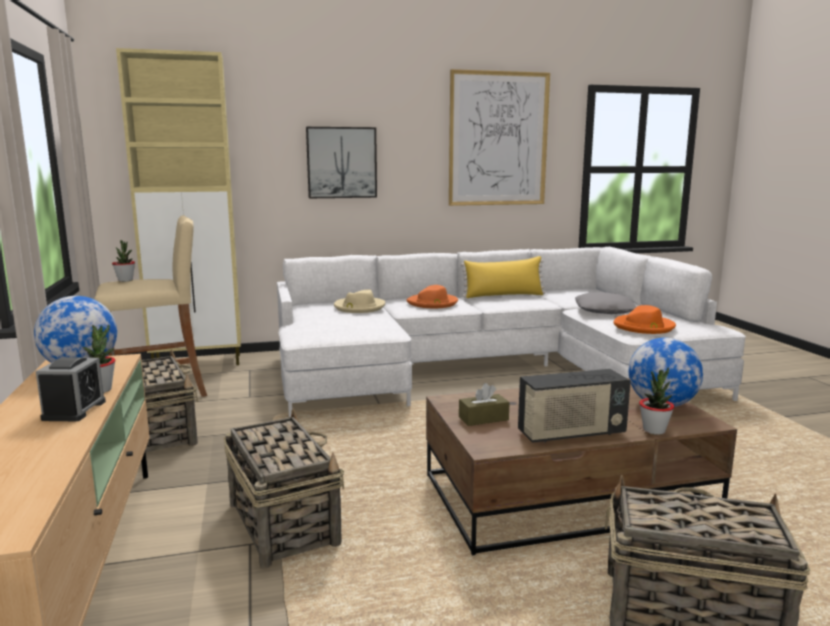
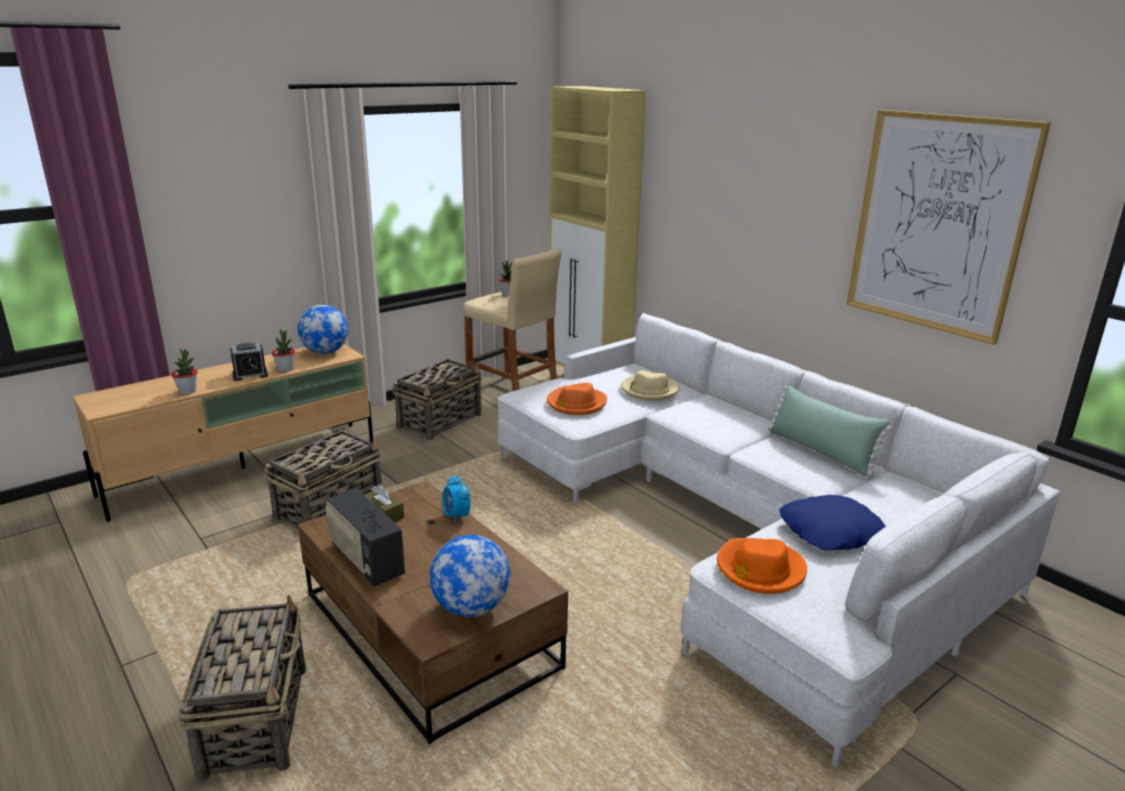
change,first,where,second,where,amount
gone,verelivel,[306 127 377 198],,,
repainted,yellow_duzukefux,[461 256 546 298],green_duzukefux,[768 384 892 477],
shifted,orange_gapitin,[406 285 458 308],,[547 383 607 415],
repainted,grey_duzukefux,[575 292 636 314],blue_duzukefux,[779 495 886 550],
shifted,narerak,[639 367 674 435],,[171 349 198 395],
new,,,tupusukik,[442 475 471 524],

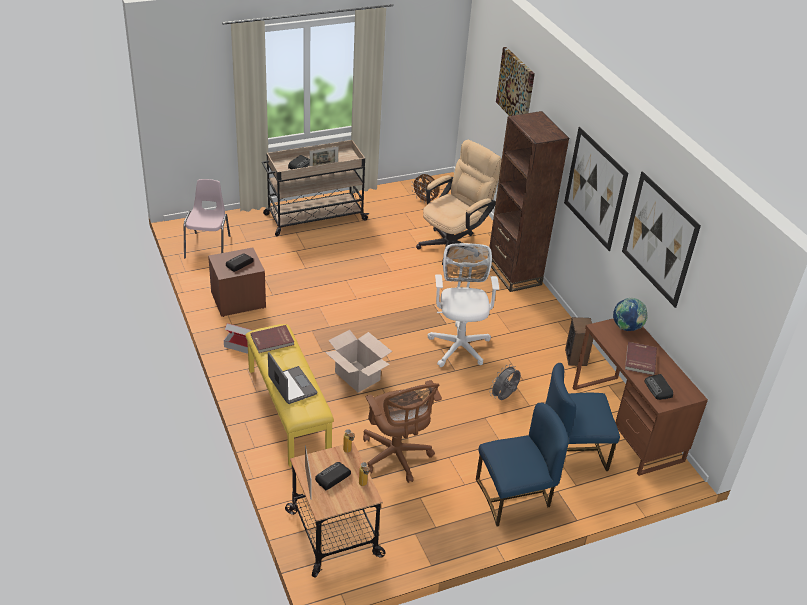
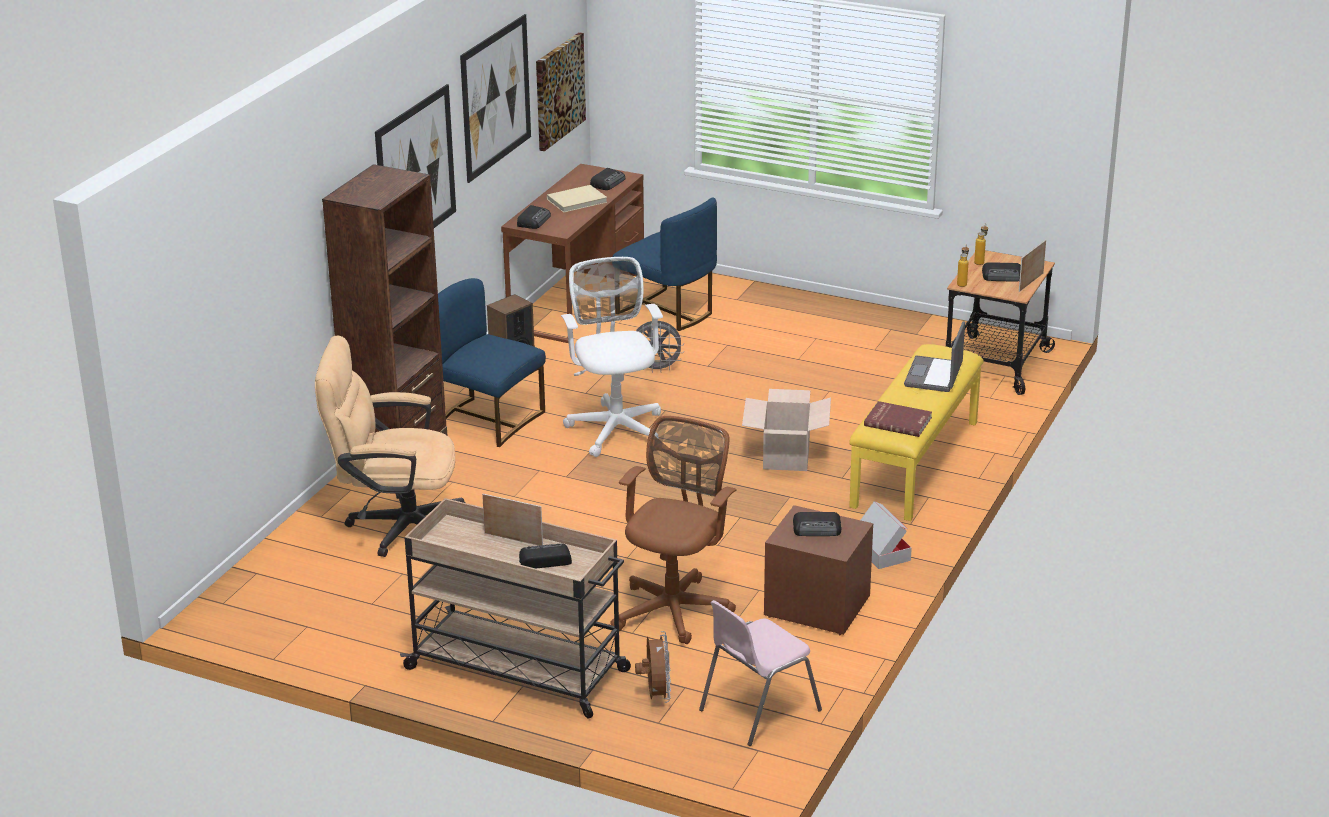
change,first,where,second,where,amount
shifted,verelivel,[496 47 535 116],,[536 32 586 151],
shifted,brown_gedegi,[411 174 439 202],,[635 631 671 703],
rotated,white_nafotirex,[428 243 499 367],,[561 257 663 457],120 degrees clockwise
swapped,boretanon,[613 298 648 331],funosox,[517 205 551 229],
repainted,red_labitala,[625 342 657 375],beige_labitala,[547 185 607 212],
shifted,brown_nafotirex,[363 380 442 483],,[610 416 737 644],
shifted,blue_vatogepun,[476 403 569 526],,[438 278 546 447],

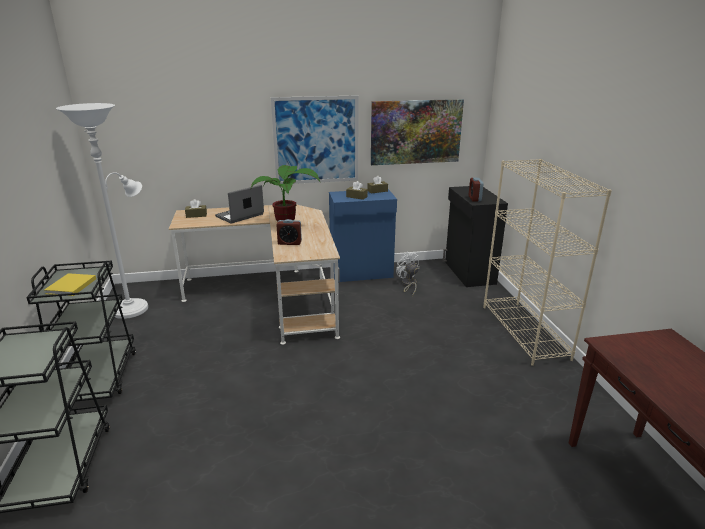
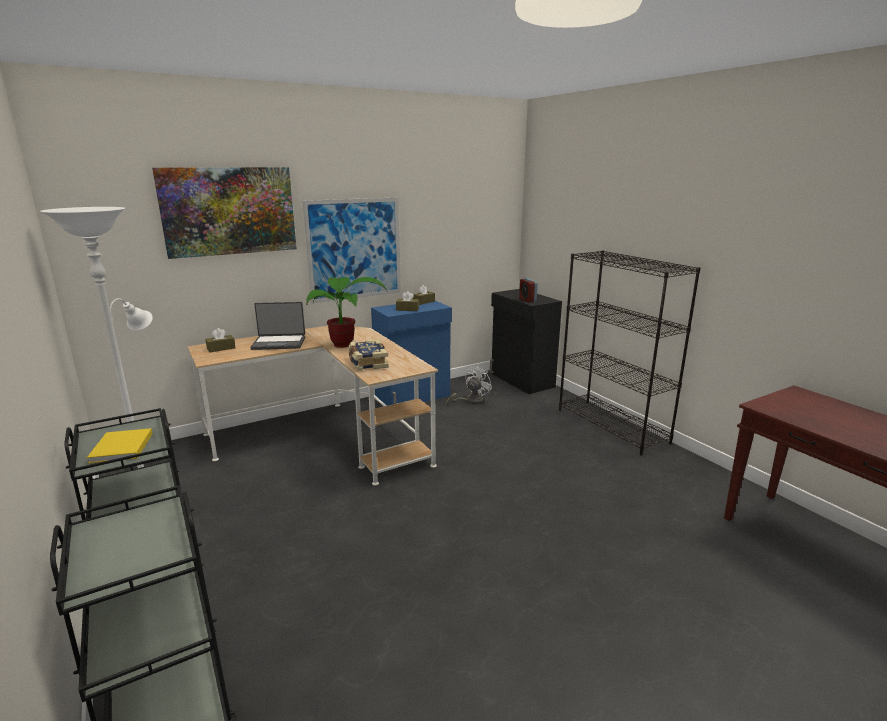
change,first,where,second,where,amount
shifted,verelivel,[371 99 464 165],,[152 167 297 259],
repainted,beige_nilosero,[483 159 612 366],black_nilosero,[559 250 701 455],
rotated,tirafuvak,[215 185 264 223],,[250 302 305 350],120 degrees counterclockwise
swapped,tupusukik,[276 219 302 245],labitala,[349 339 389 371],
rotated,white_gedegi,[396 252 419 297],,[446 365 492 405],90 degrees clockwise

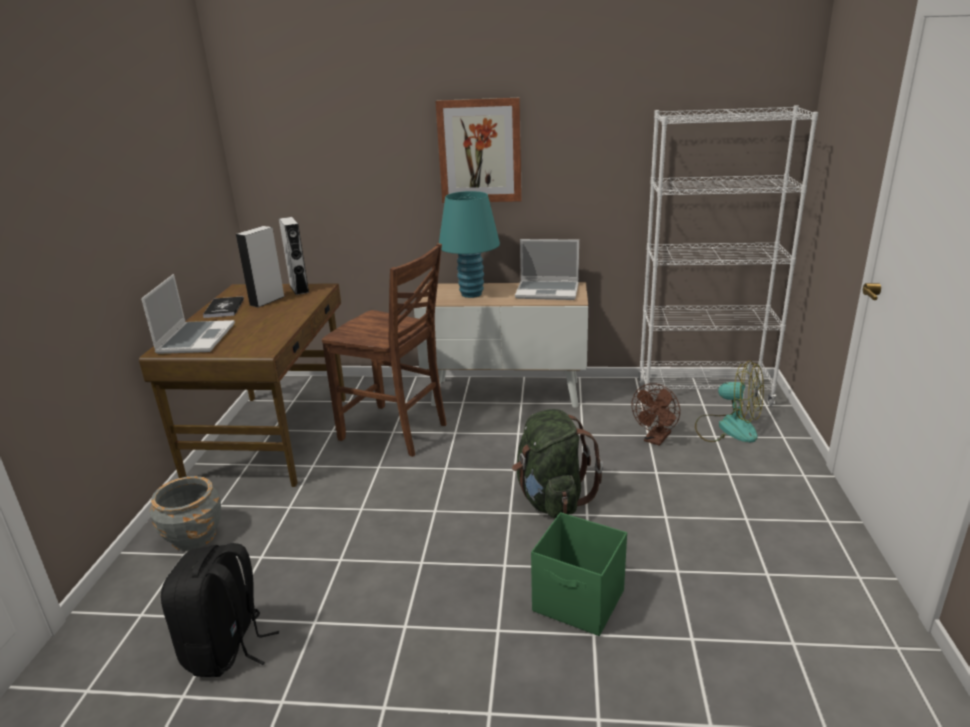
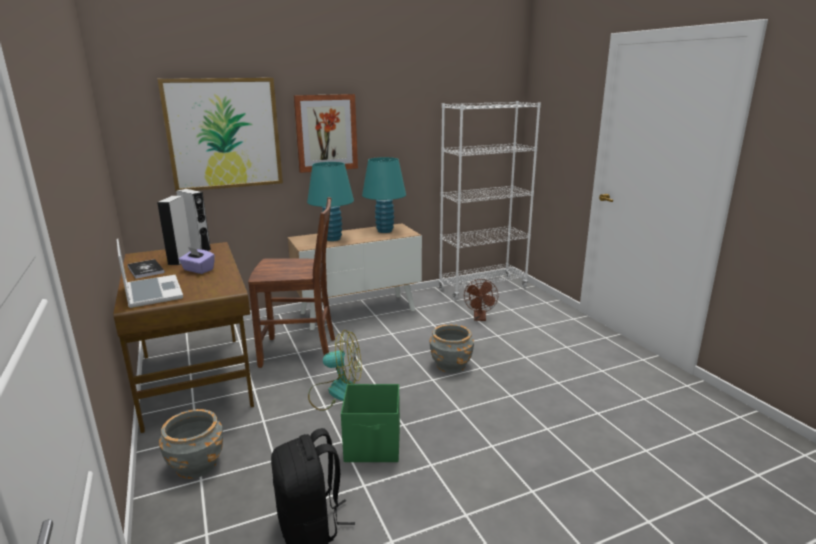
change,first,where,second,where,amount
swapped,tirafuvak,[515 239 579 300],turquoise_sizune,[362 157 406 233],
shifted,gedegi,[695 361 764 442],,[308 330 361 411],
swapped,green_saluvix,[512 409 603 518],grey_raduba,[429 324 474 373],
shifted,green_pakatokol,[531 512 627 636],,[341 384 400 462],
new,,,verelivel,[158 78 283 192],
new,,,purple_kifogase,[179 247 215 274],

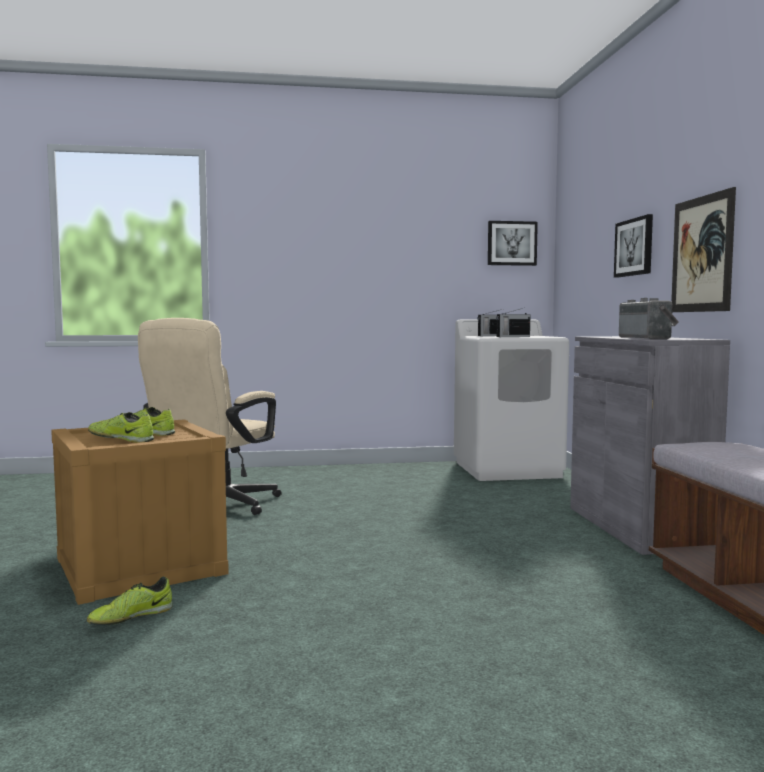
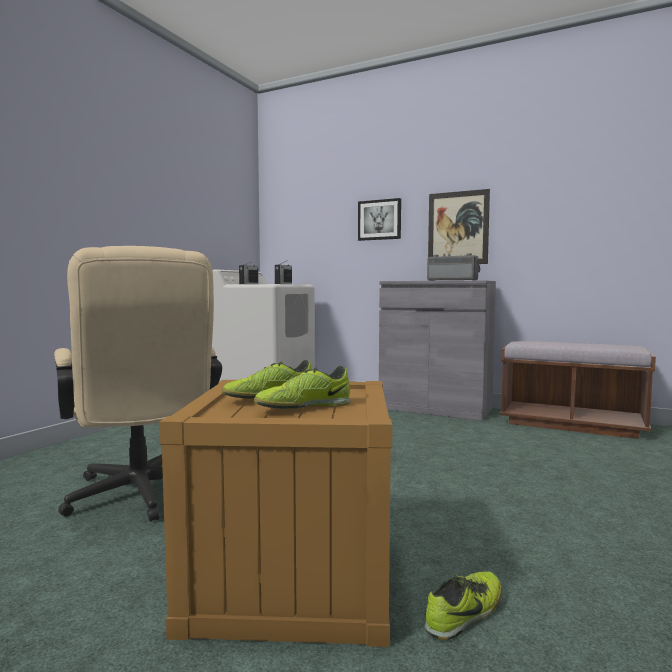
change,first,where,second,where,amount
gone,verelivel,[488 221 538 266],,,
rotated,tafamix,[87 576 173 626],,[425 572 501 640],120 degrees counterclockwise

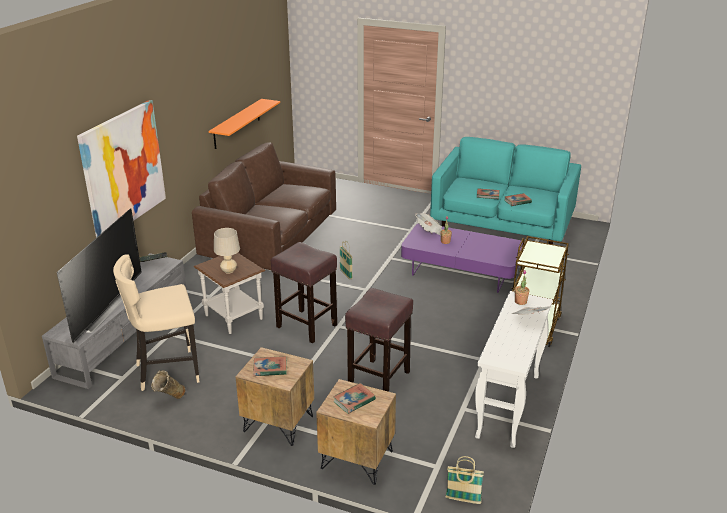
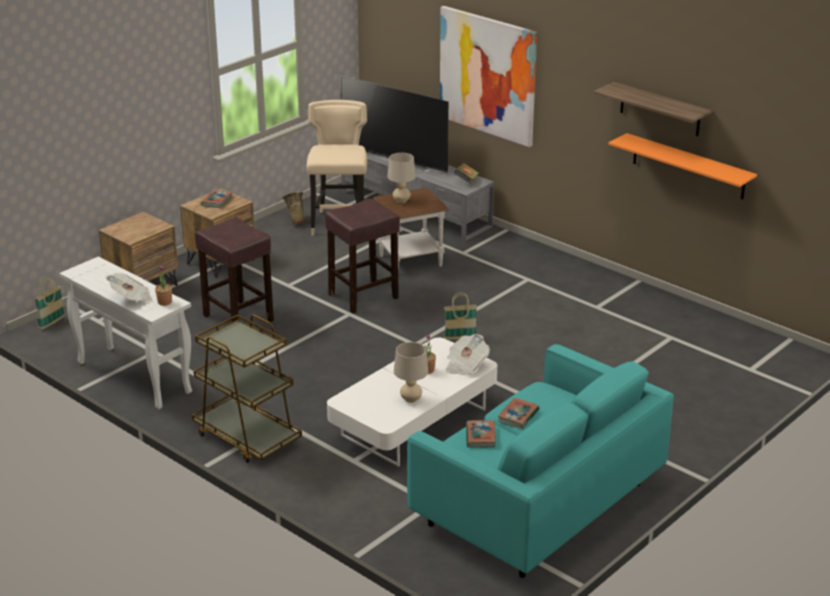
change,first,where,second,where,amount
gone,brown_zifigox,[192 142 336 270],,,
repainted,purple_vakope,[401 223 523 293],white_vakope,[327 337 497 467],
gone,labitala,[333 383 376 414],,,
new,,,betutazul,[594 82 712 136],
new,,,beige_sizune,[394 342 429 403],

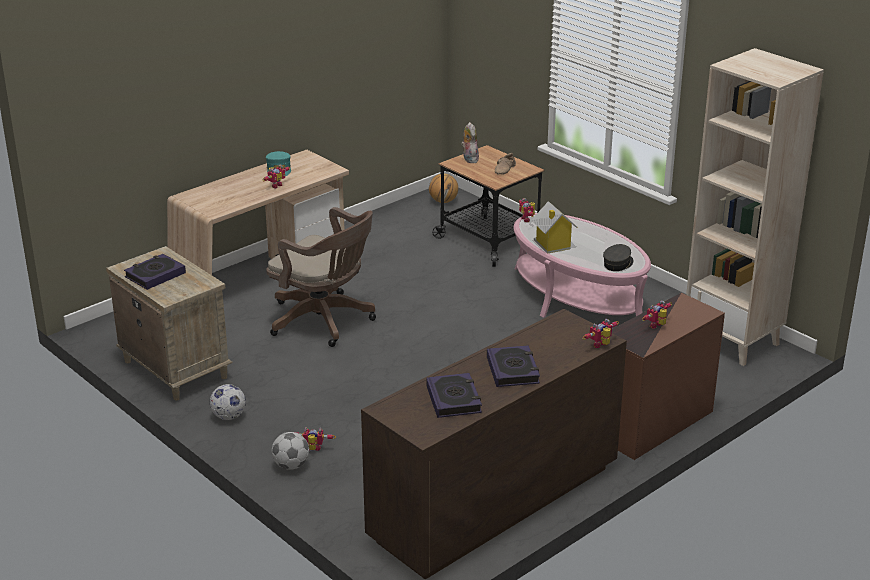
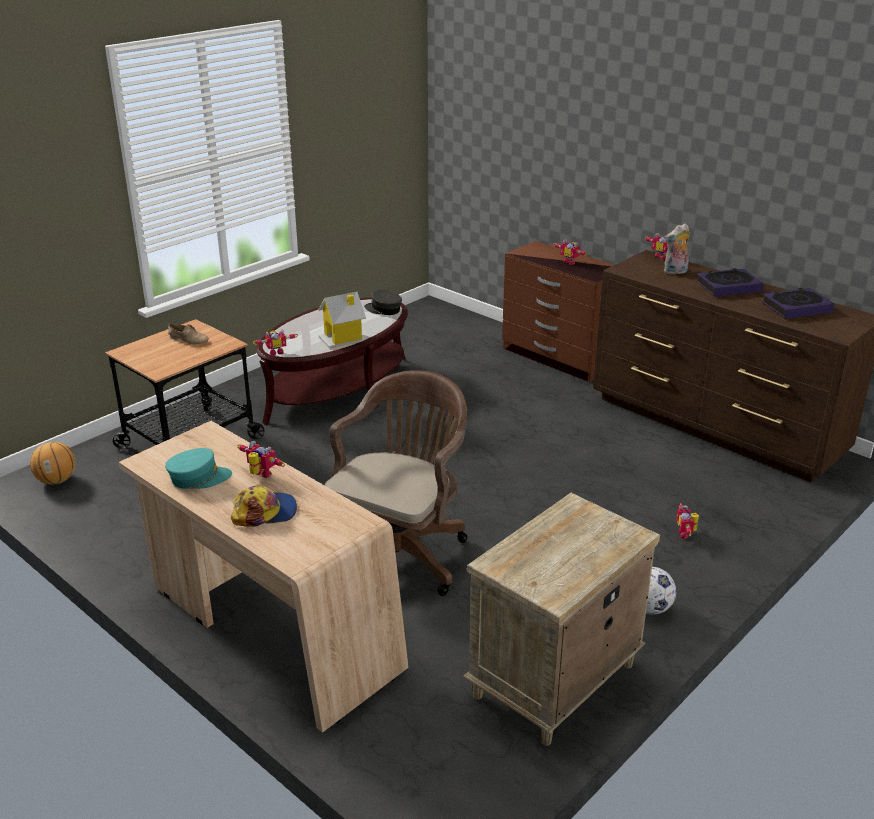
change,first,where,second,where,amount
gone,beige_nilosero,[686 48 824 366],,,
shifted,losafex,[461 122 479 163],,[664 224 690 275],
repainted,pink_vakope,[514 213 651 318],brown_vakope,[256 297 408 425],
gone,labitala,[124 254 186 290],,,
gone,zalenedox,[272 432 309 470],,,
new,,,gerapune,[231 485 297 527],

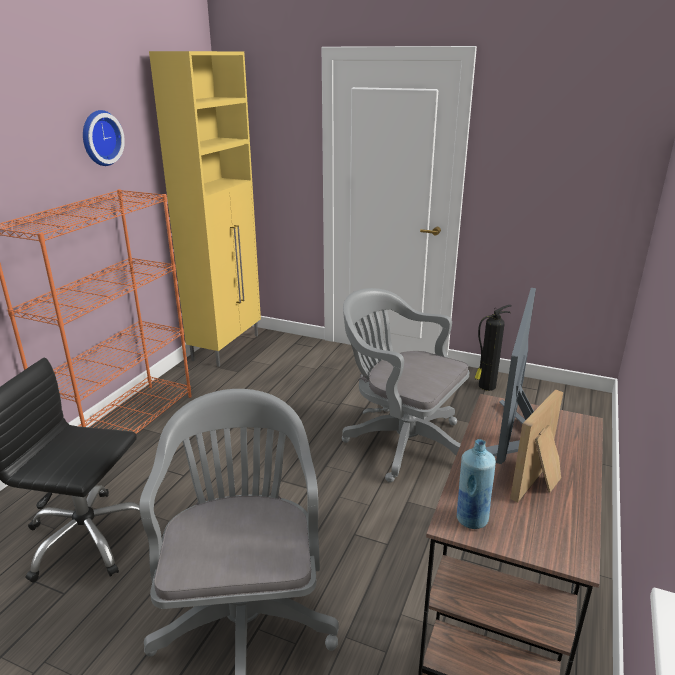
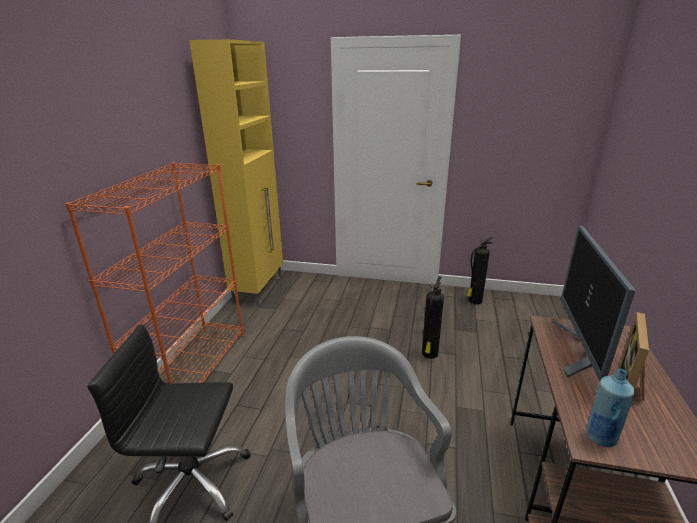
change,first,where,second,where,amount
gone,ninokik,[83 110 125 166],,,
swapped,grey_nafotirex,[342 288 469 482],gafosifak,[422 276 444 359],

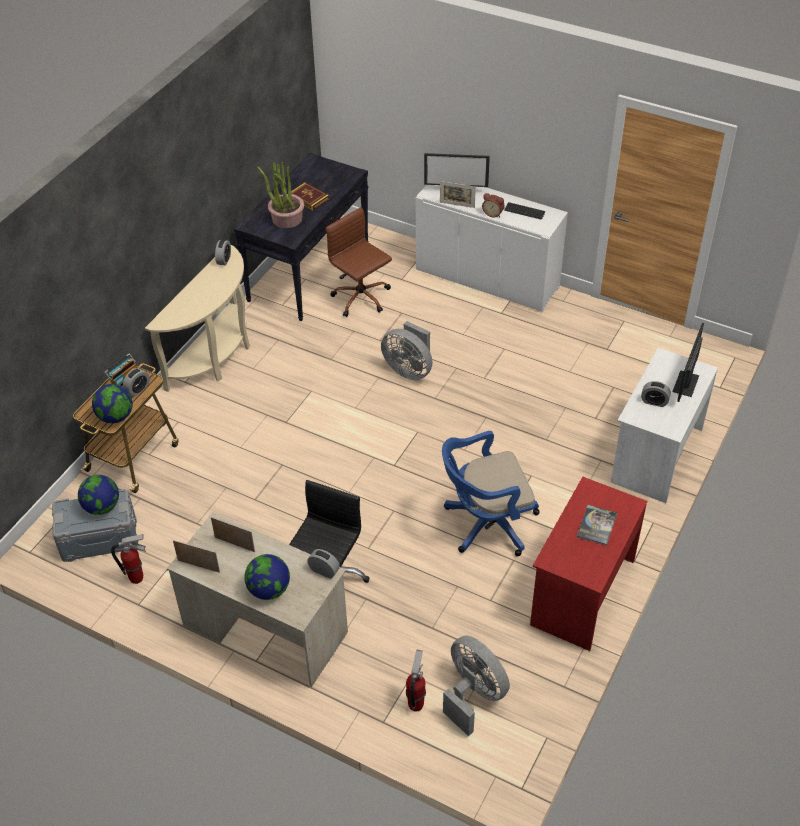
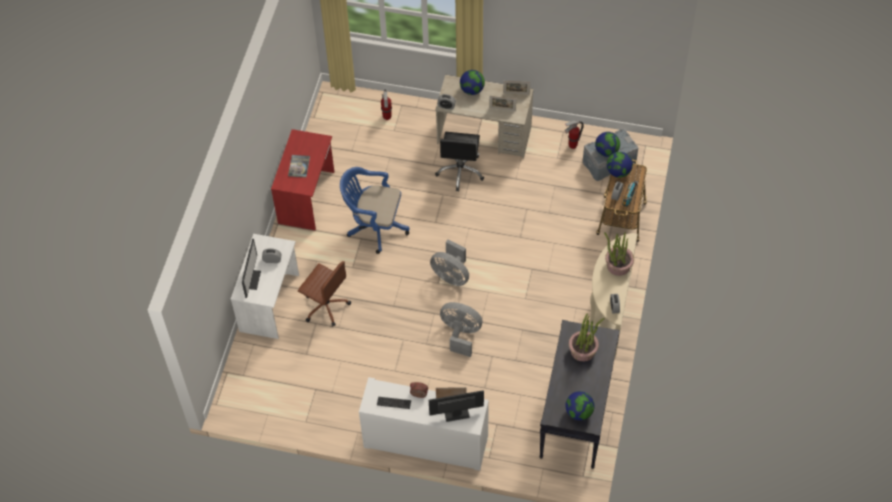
change,first,where,second,where,amount
gone,labitala,[291 182 329 211],,,
shifted,brown_nafotirex,[326 207 392 317],,[298 261 351 326],
rotated,blue_nafotirex,[442 431 540 557],,[340 167 410 254],135 degrees counterclockwise
shifted,grey_gedegi,[443 635 510 736],,[430 240 469 286],
new,,,narerak,[604 232 634 276],
new,,,boretanon,[565 391 595 420],

